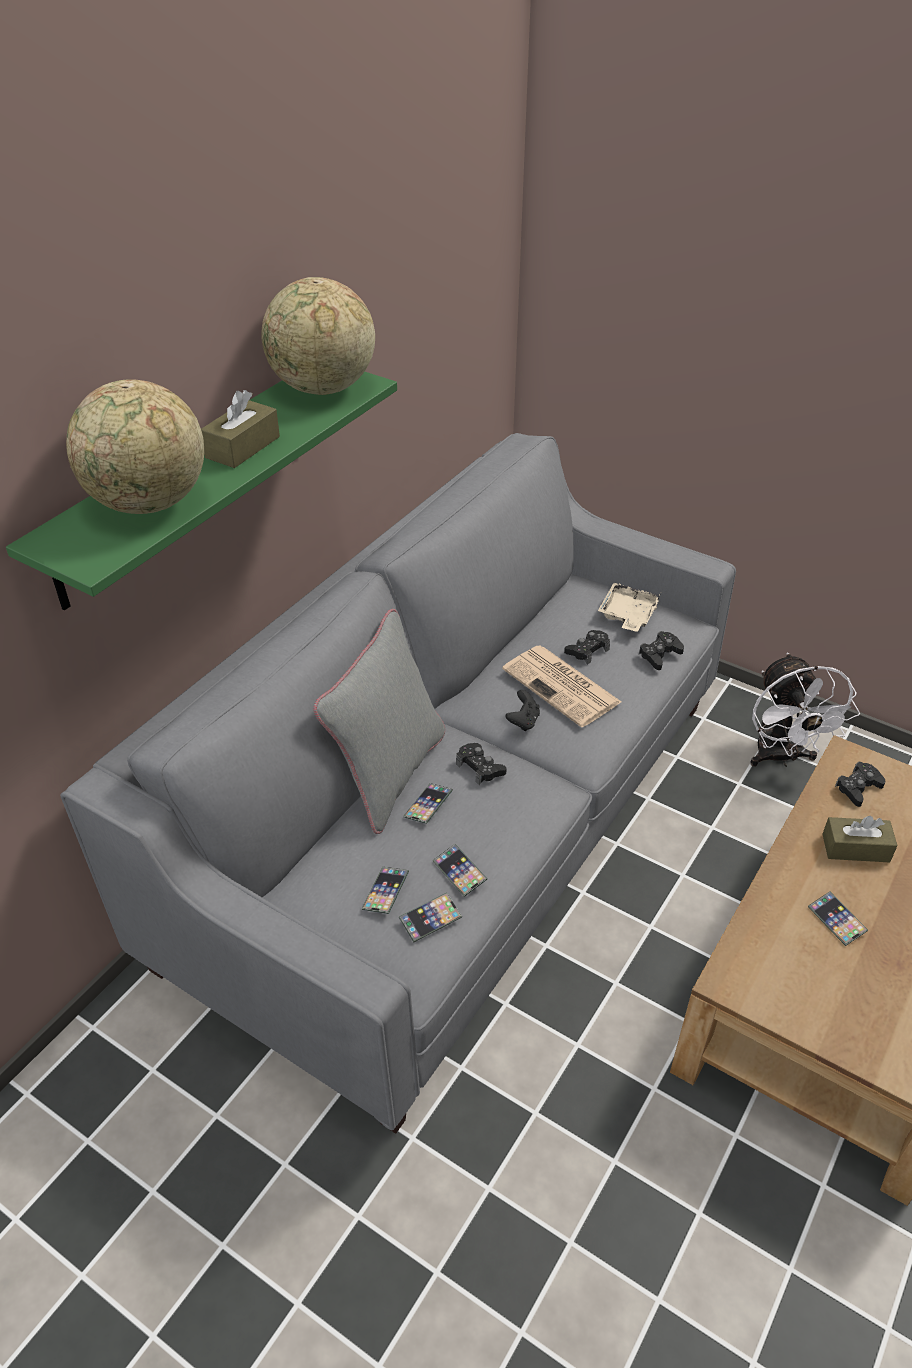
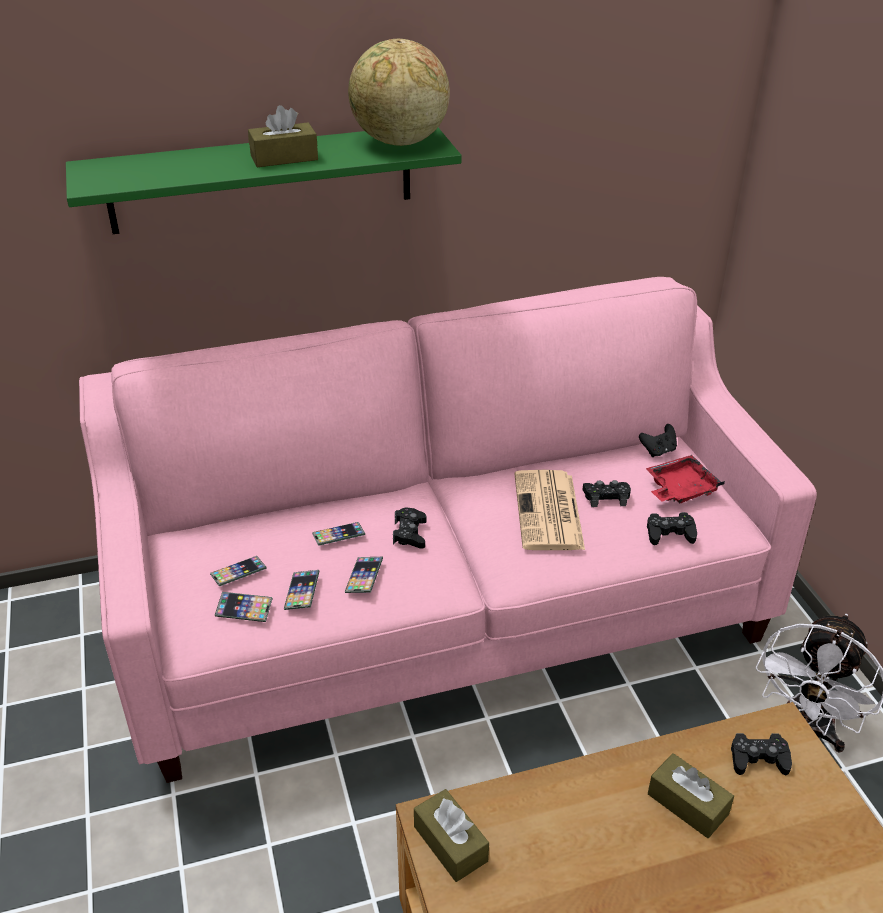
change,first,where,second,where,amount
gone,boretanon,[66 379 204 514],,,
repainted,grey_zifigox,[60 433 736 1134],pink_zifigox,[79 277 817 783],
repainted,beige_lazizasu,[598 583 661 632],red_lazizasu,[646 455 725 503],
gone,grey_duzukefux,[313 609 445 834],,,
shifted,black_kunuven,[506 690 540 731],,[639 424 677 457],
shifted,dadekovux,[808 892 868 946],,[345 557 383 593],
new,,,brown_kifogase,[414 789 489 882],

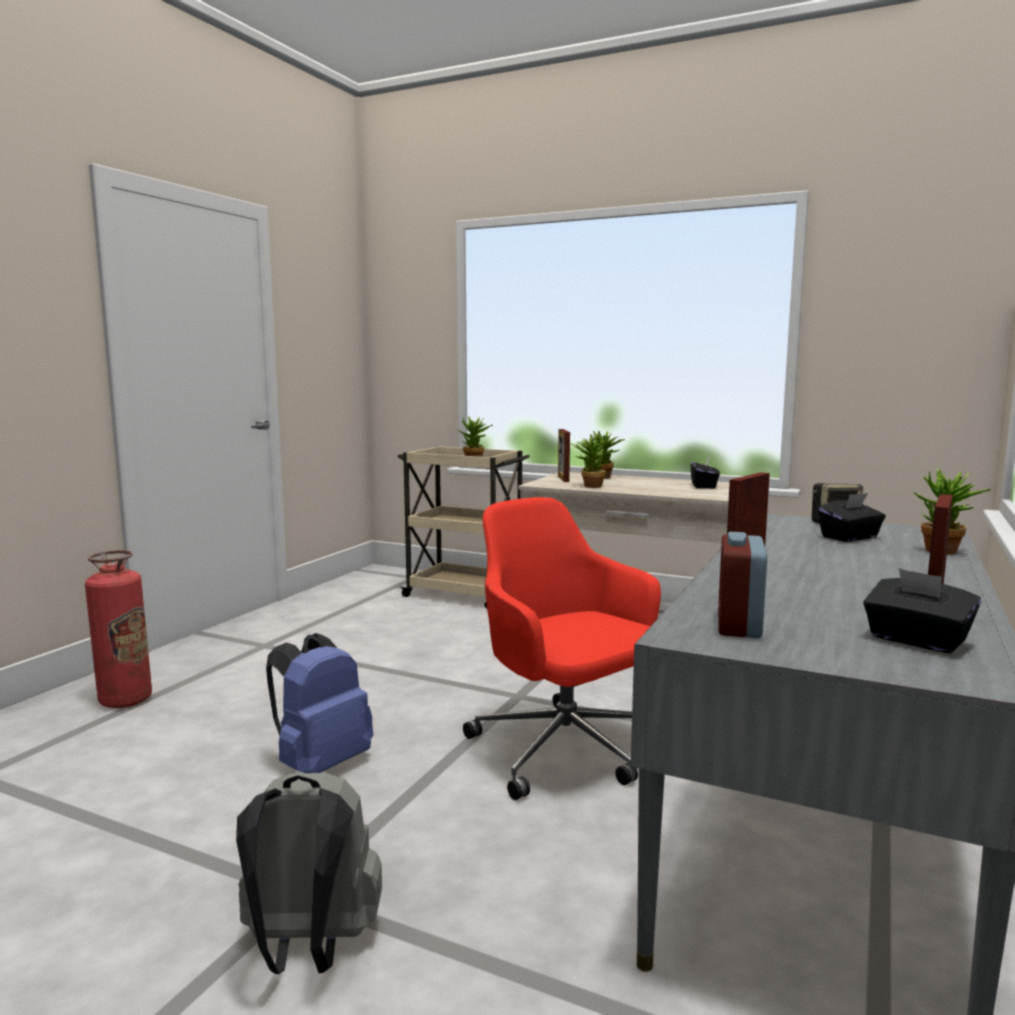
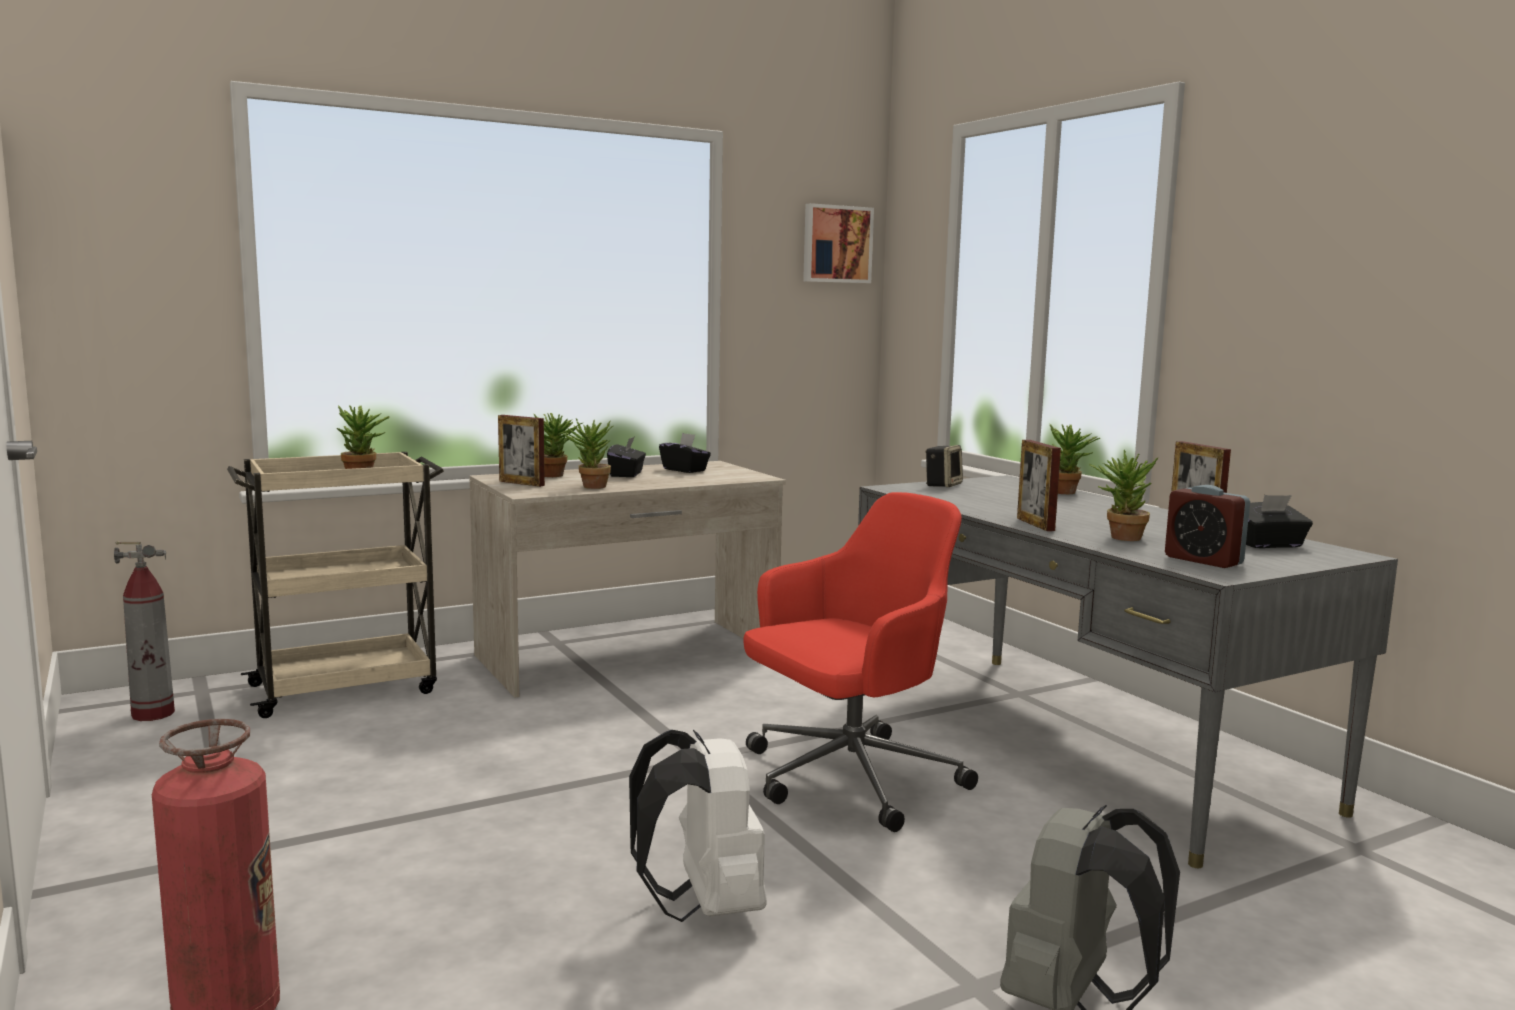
change,first,where,second,where,amount
shifted,black_kifogase,[818 493 886 542],,[607 437 646 477],
rotated,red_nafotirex,[463 497 661 800],,[743 492 978 832],150 degrees clockwise
repainted,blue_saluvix,[266 633 373 773],white_saluvix,[629 730 767 922],
new,,,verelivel,[803 203 874 283],
new,,,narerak,[1089 450 1159 541],
new,,,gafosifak,[114 541 175 721],

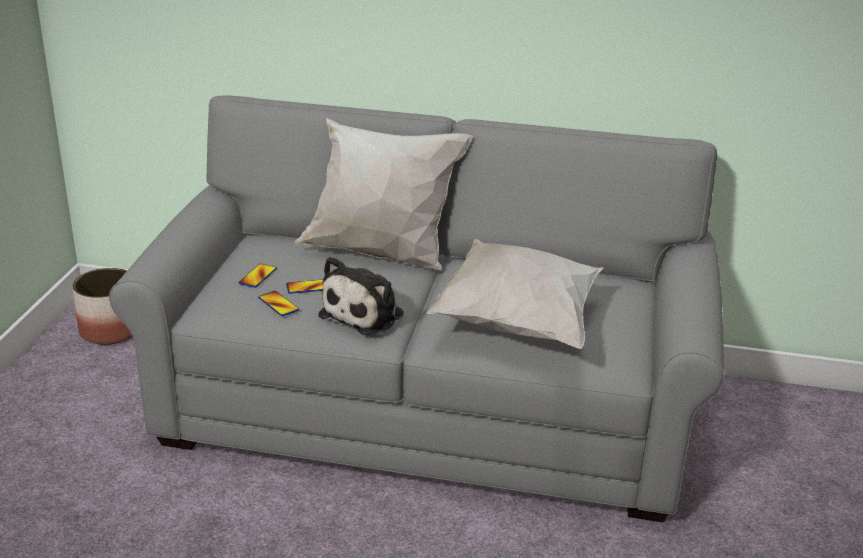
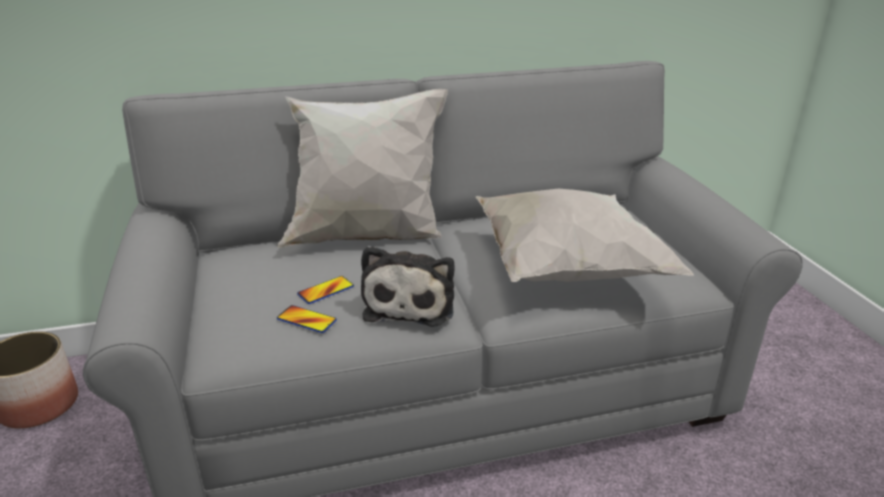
change,first,where,second,where,amount
gone,dadekovux,[239 264 277 288],,,

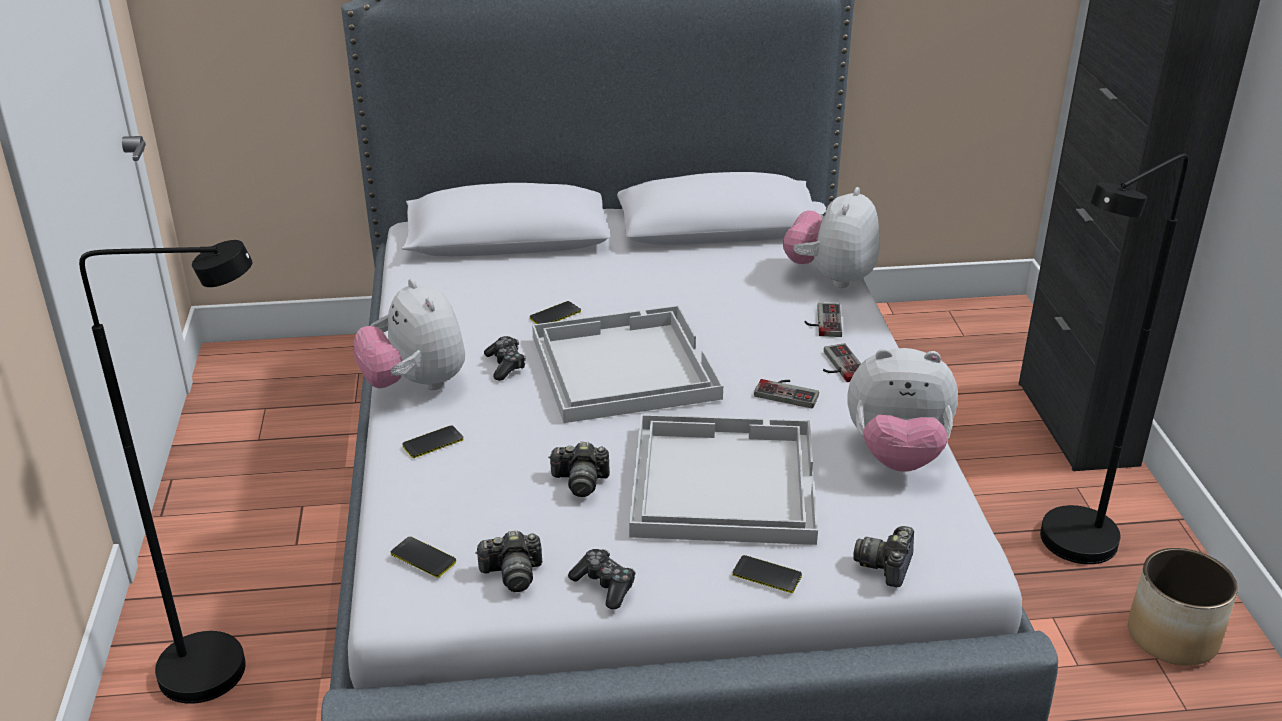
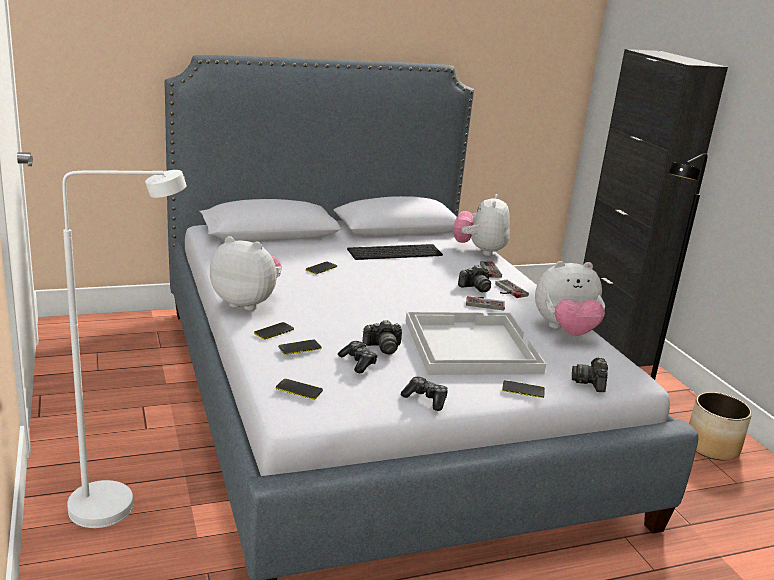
change,first,where,second,where,amount
repainted,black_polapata,[79 240 252 704],white_polapata,[62 170 187 528],
rotated,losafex,[354 279 465 390],,[210 236 282 311],150 degrees clockwise
gone,white_lazizasu,[532 305 723 423],,,
shifted,kunuven,[484 336 526 381],,[338 341 378 373],
shifted,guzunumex,[475 530 542 592],,[458 265 491 292],
new,,,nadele,[347 244 443 260],
new,,,dadekovux,[279 339 322 355],

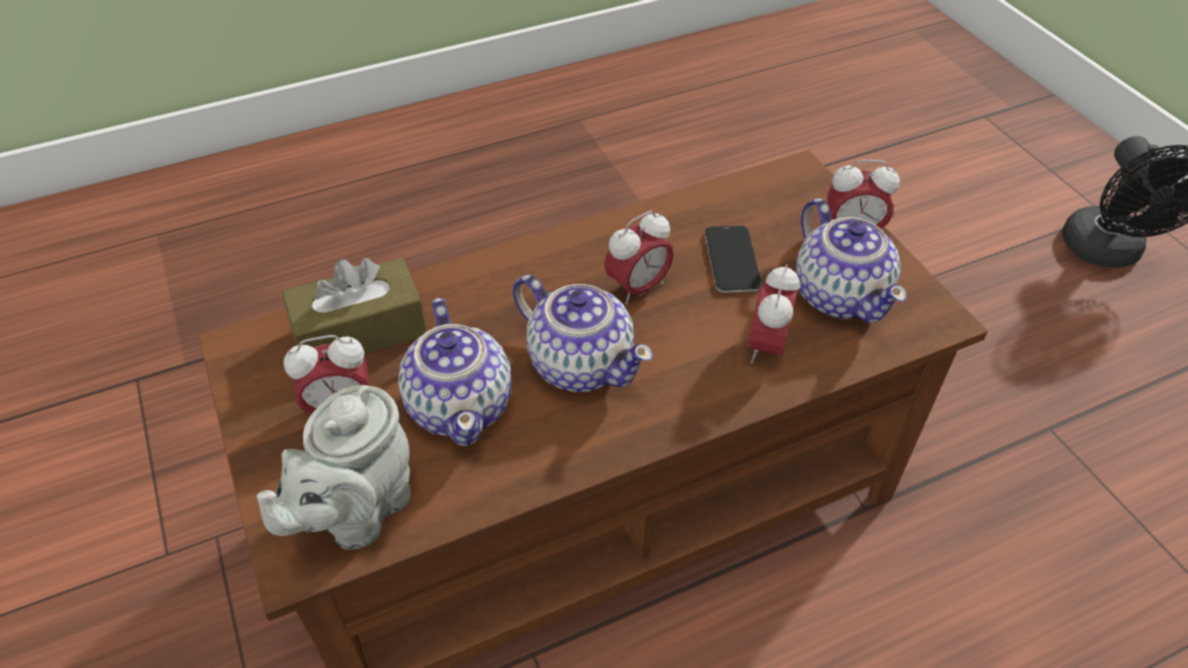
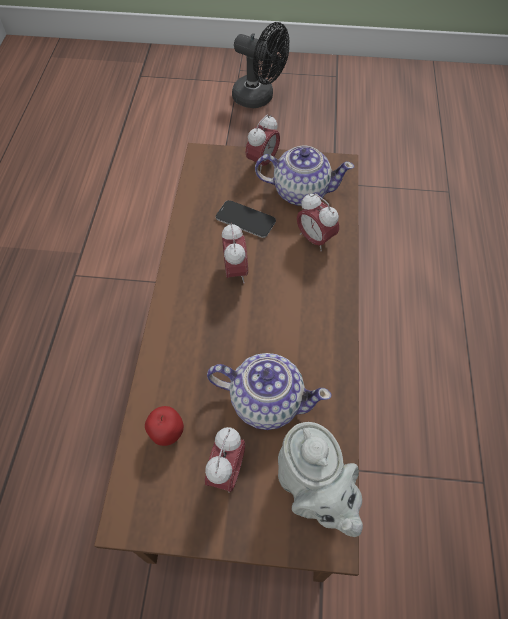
change,first,where,second,where,amount
swapped,brown_kifogase,[282 258 427 355],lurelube,[145 406 184 446],
gone,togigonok,[512 275 653 392],,,

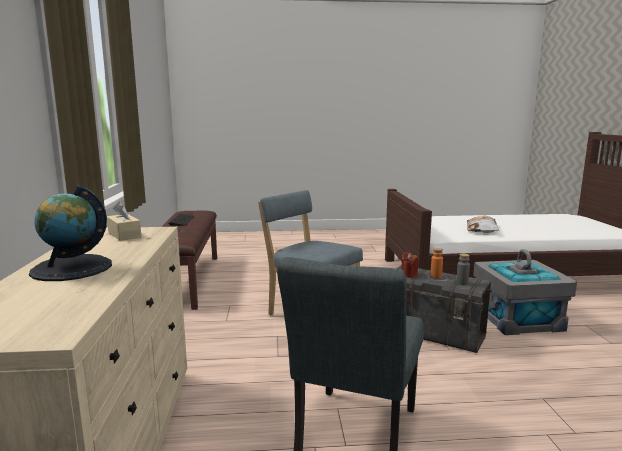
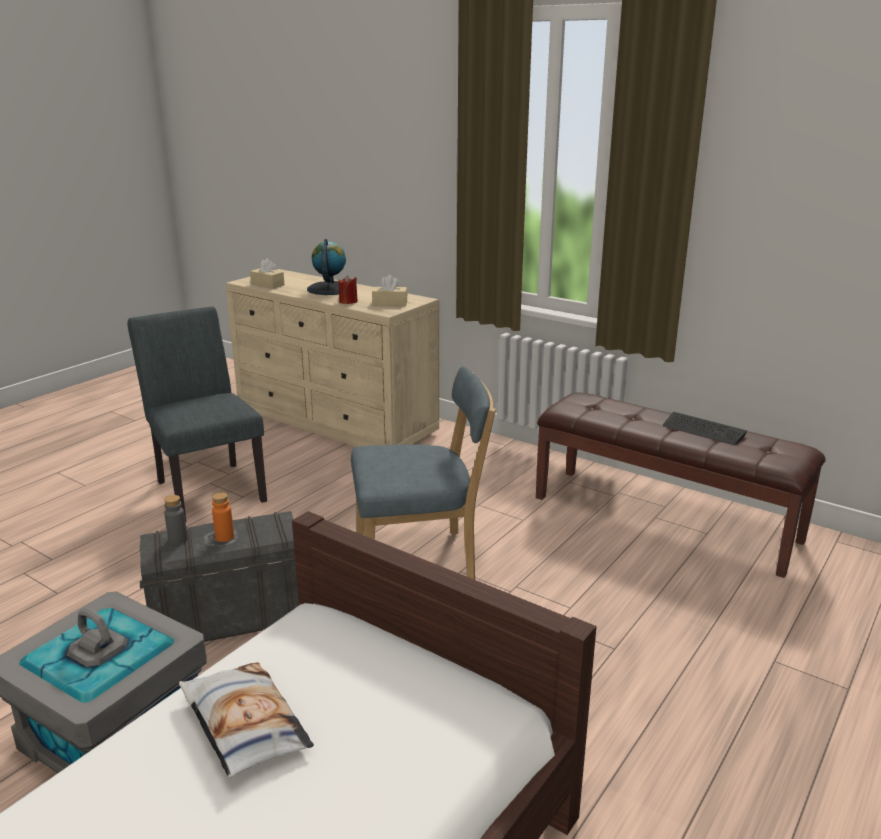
change,first,where,second,where,amount
shifted,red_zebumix,[401 253 419 278],,[339 275 358 304],
new,,,beige_kifogase,[250 258 284 289],

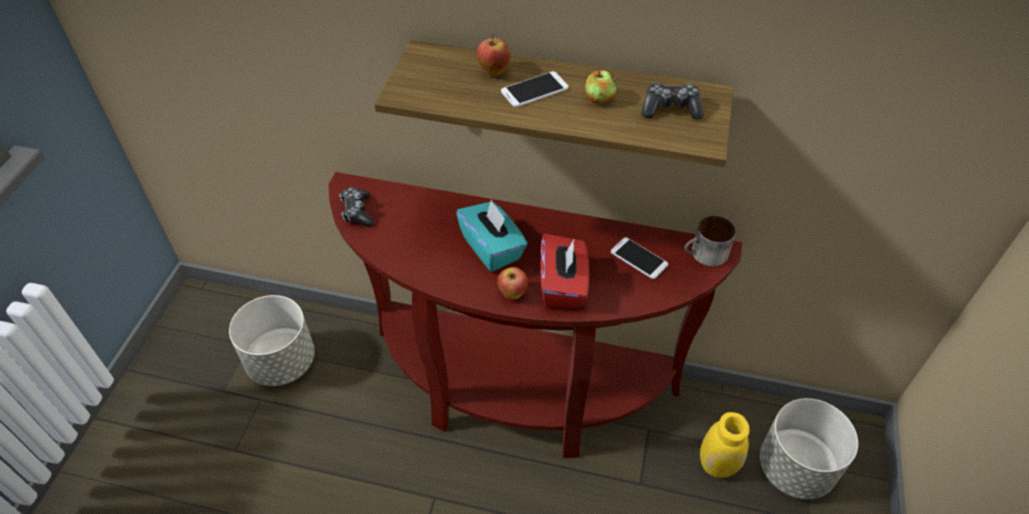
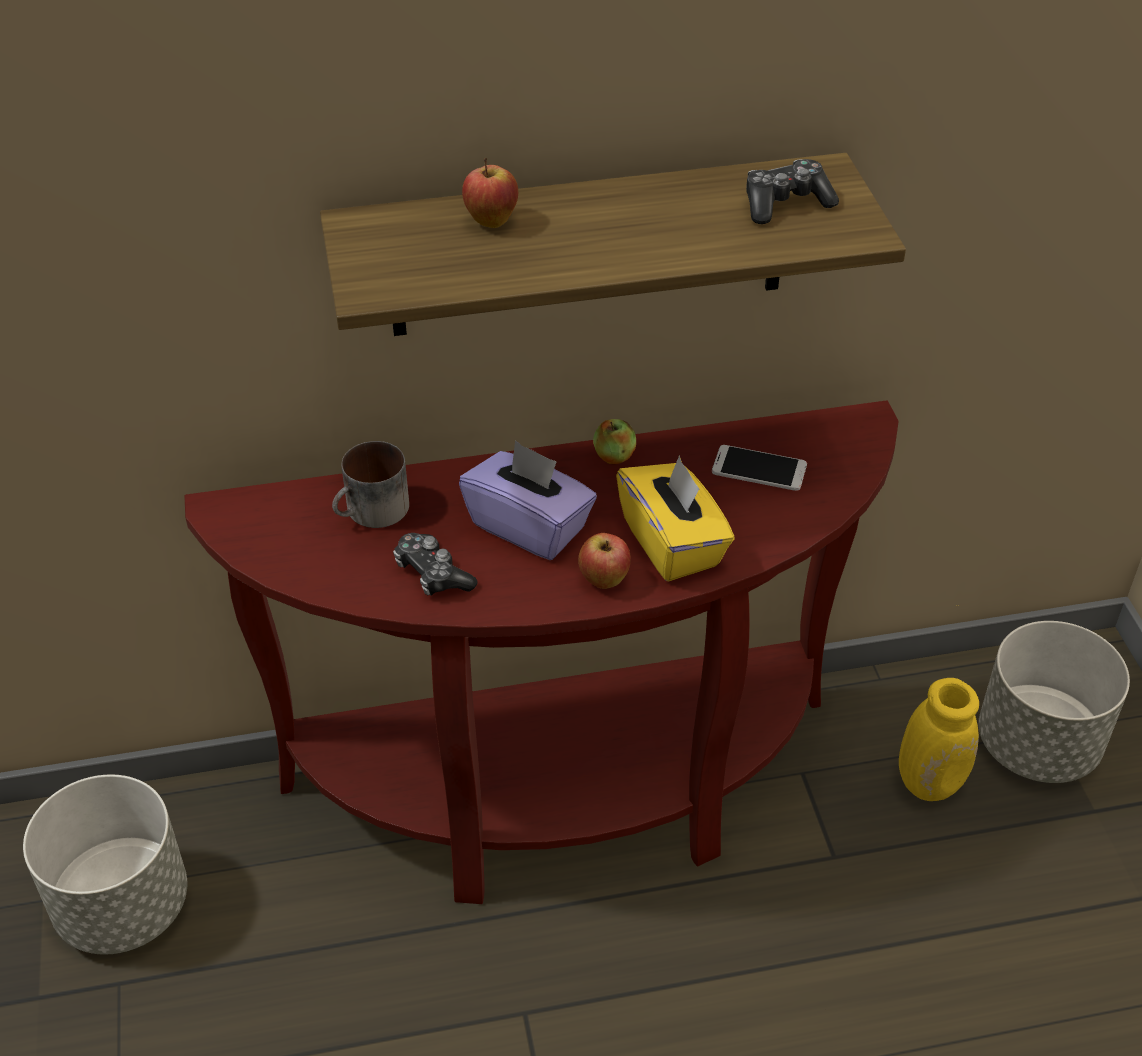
change,first,where,second,where,amount
shifted,lurelube,[585 70 617 104],,[593 419 636 464],
gone,dadekovux,[501 71 569 107],,,
shifted,kunuven,[339 187 374 227],,[393 533 478 596],
repainted,turquoise_kifogase,[456 199 528 272],purple_kifogase,[459 440 597 560],
shifted,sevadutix,[685 215 736 266],,[332 441 409 528],
repainted,red_kifogase,[541 234 589 308],yellow_kifogase,[616 455 735 582],

